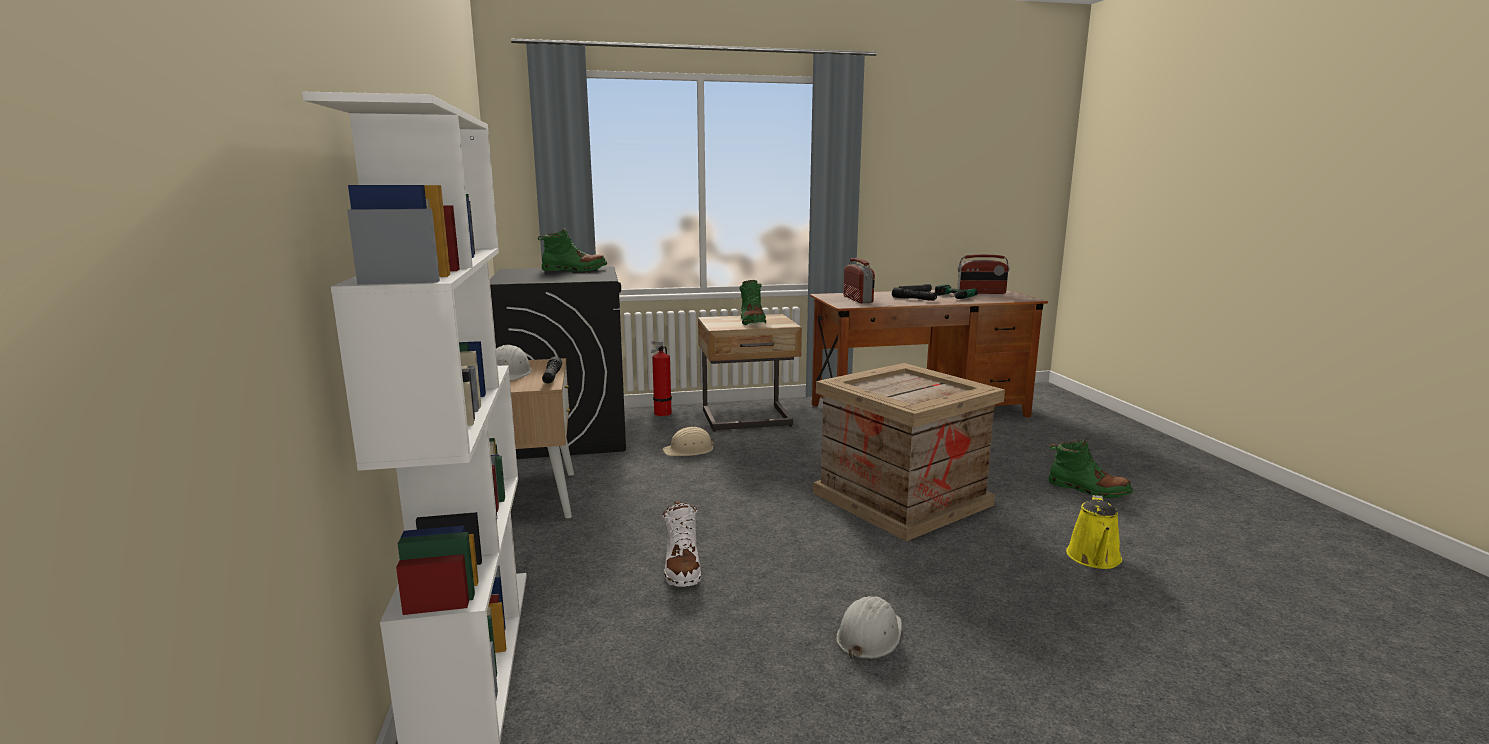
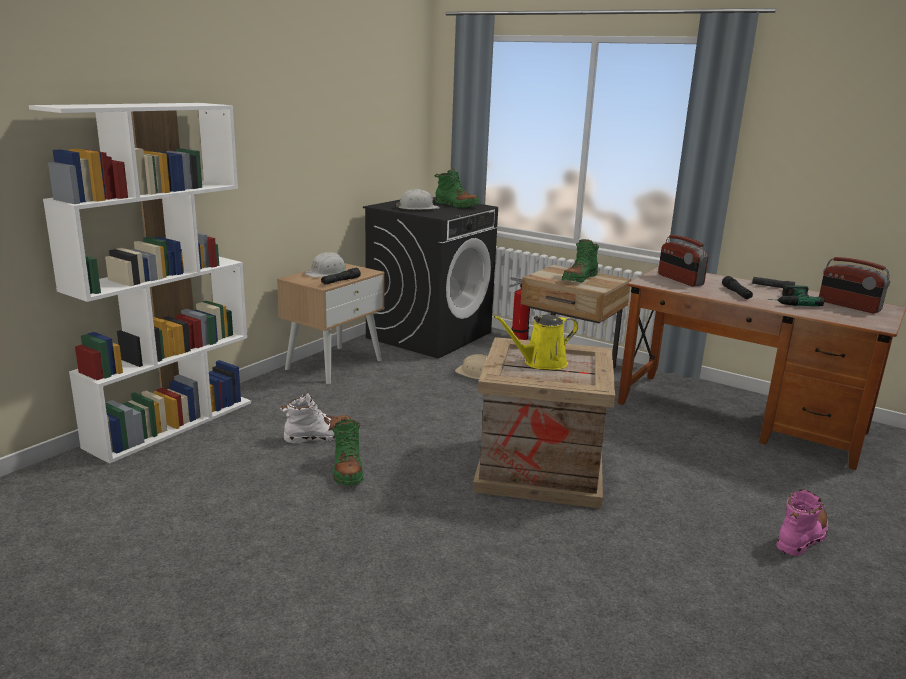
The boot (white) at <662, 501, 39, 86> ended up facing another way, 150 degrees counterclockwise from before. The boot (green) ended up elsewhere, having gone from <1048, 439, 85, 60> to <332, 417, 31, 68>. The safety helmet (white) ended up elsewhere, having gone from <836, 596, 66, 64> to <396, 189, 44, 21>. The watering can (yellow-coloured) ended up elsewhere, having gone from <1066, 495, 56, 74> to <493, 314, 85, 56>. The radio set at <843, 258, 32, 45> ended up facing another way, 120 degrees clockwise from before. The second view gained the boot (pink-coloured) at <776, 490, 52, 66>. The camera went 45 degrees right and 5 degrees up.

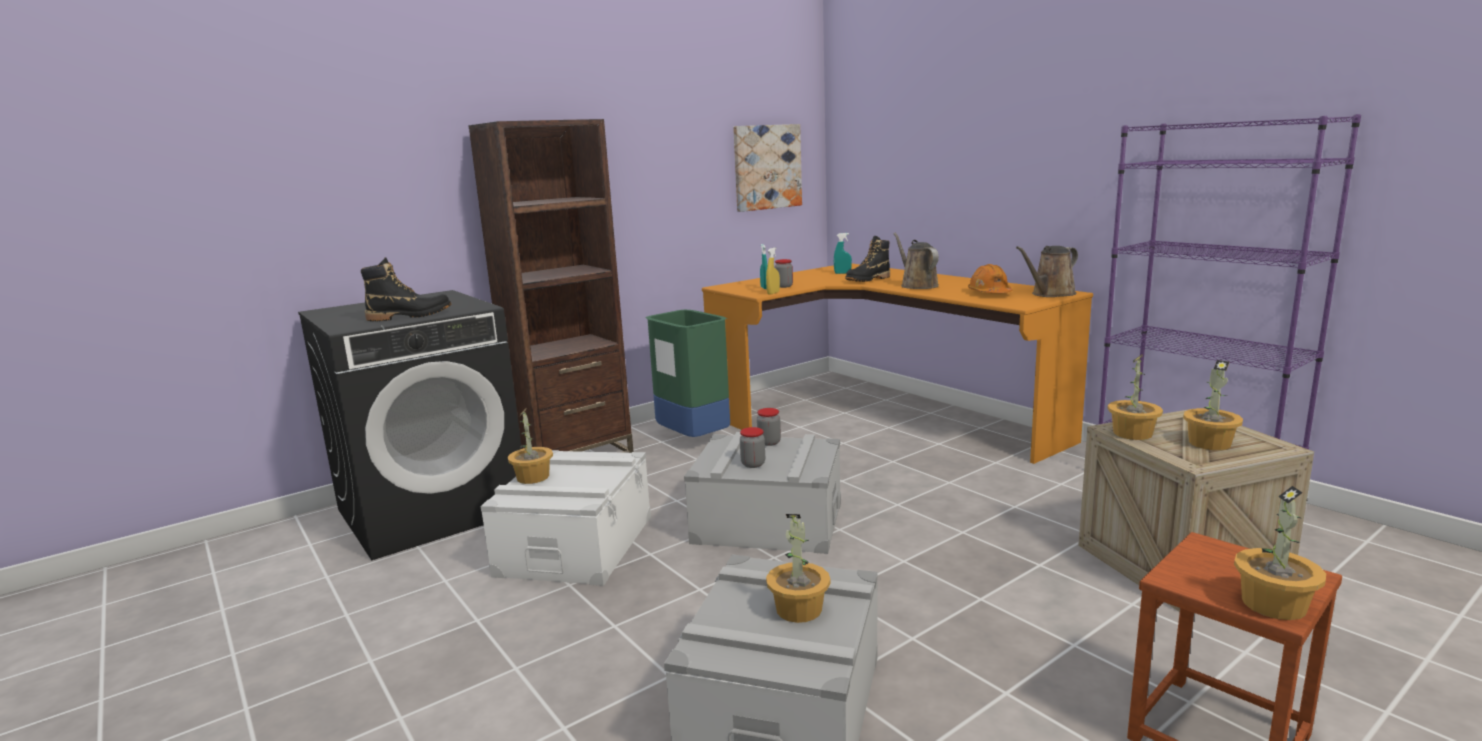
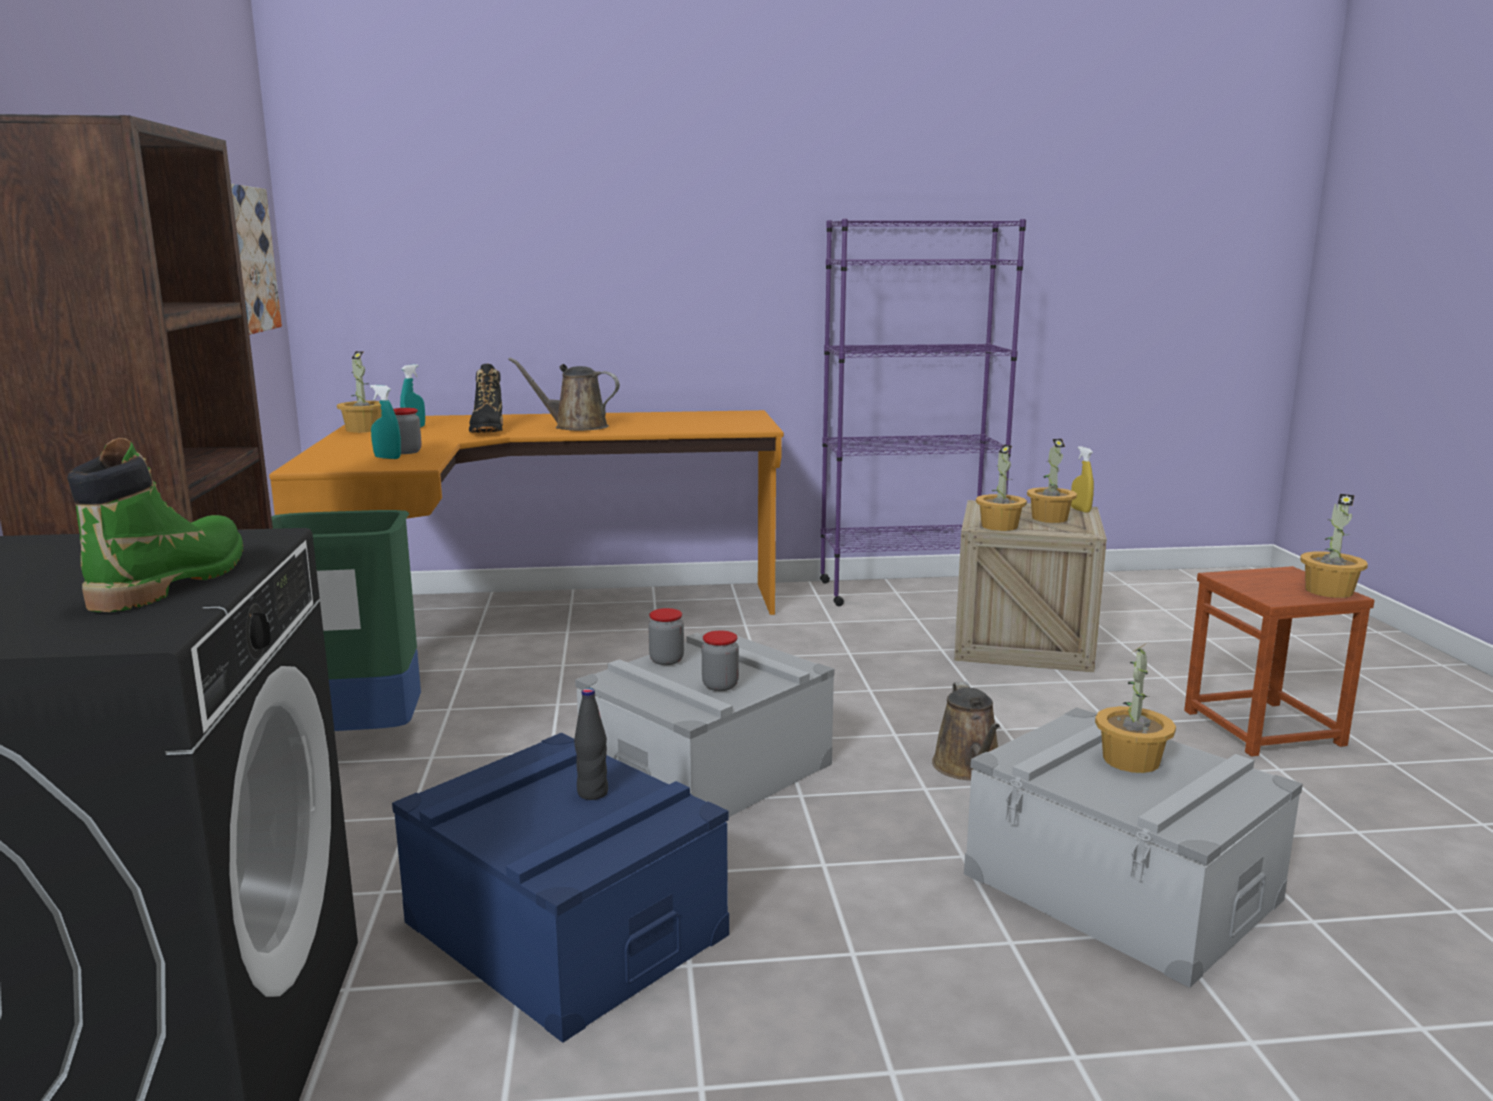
What was the boot (black) at <361, 257, 90, 64> turned into the boot (green) at <67, 438, 176, 174>. The houseplant ended up elsewhere, having gone from <508, 409, 45, 75> to <337, 351, 45, 82>. What was the storage container (white) at <480, 450, 171, 136> turned into the storage container (blue) at <392, 733, 337, 310>. The second view gained the beverage bottle (black) at <574, 688, 34, 112>. The watering can (brownish) ended up elsewhere, having gone from <1016, 246, 62, 51> to <932, 682, 68, 98>. The spray bottle (yellow-coloured) ended up elsewhere, having gone from <766, 247, 14, 48> to <1071, 446, 23, 67>. The second view lost the safety helmet (orange) at <968, 264, 45, 29>. The camera went 60 degrees left and 0 degrees up.

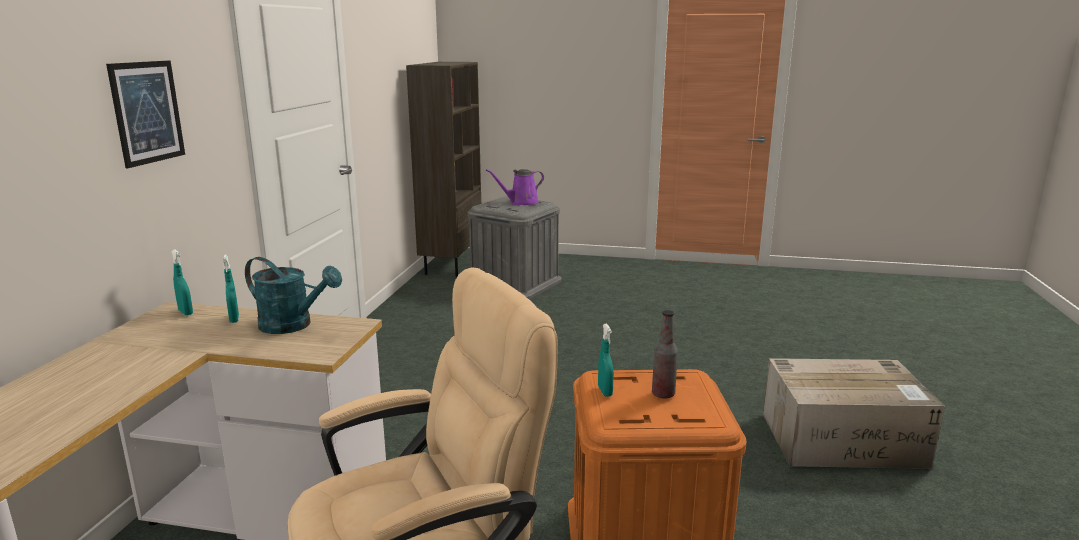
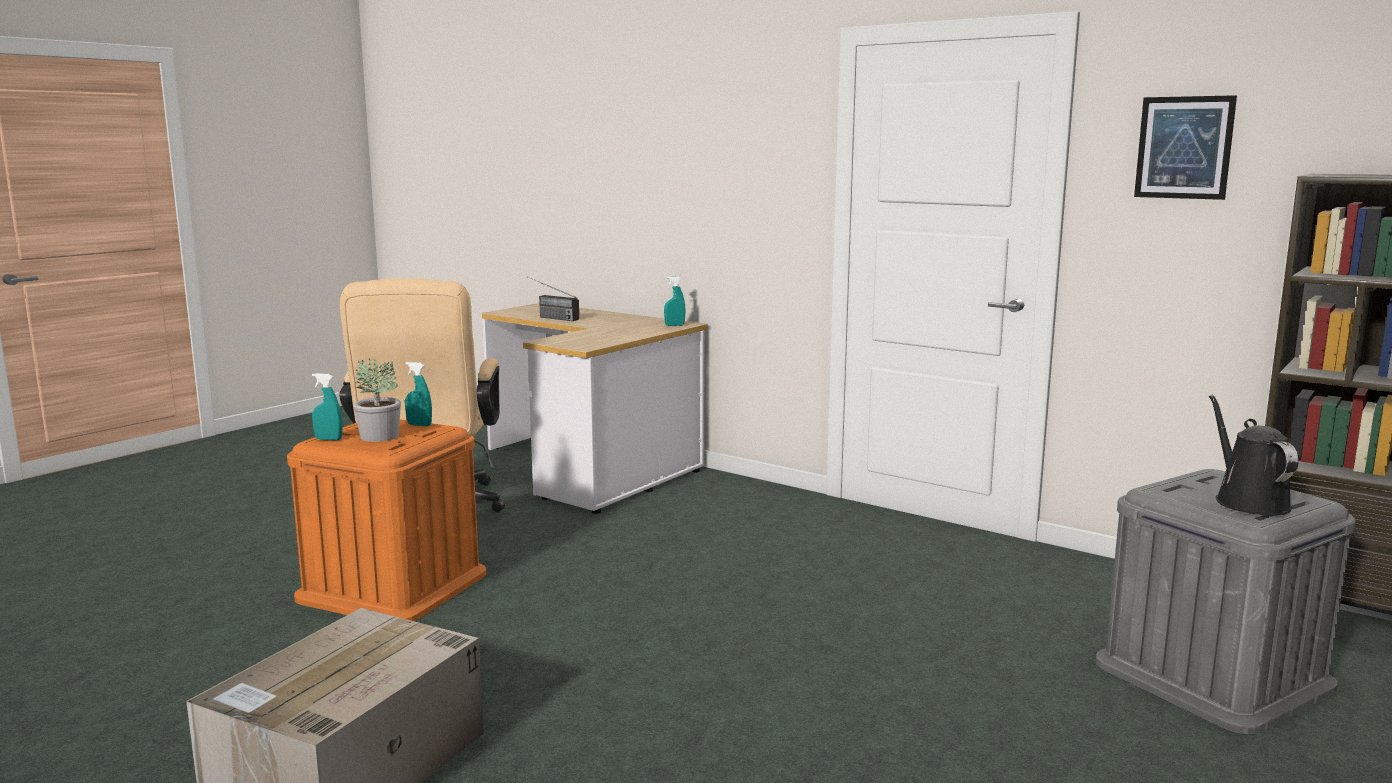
The spray bottle (turquoise-coloured) ended up elsewhere, having gone from <223, 255, 16, 68> to <312, 373, 31, 67>. Where the beverage bottle stood at <652, 310, 26, 89>, the houseplant came to stand at <353, 358, 48, 84>. The second view gained the radio set at <527, 276, 52, 45>. The wall picture ended up elsewhere, having gone from <106, 60, 79, 108> to <1134, 95, 103, 105>. What was the watering can (purple-coloured) at <486, 169, 58, 36> turned into the watering can (black) at <1209, 395, 89, 121>. The second view lost the watering can (turquoise-coloured) at <245, 257, 97, 77>. The camera went 115 degrees right and 5 degrees down.

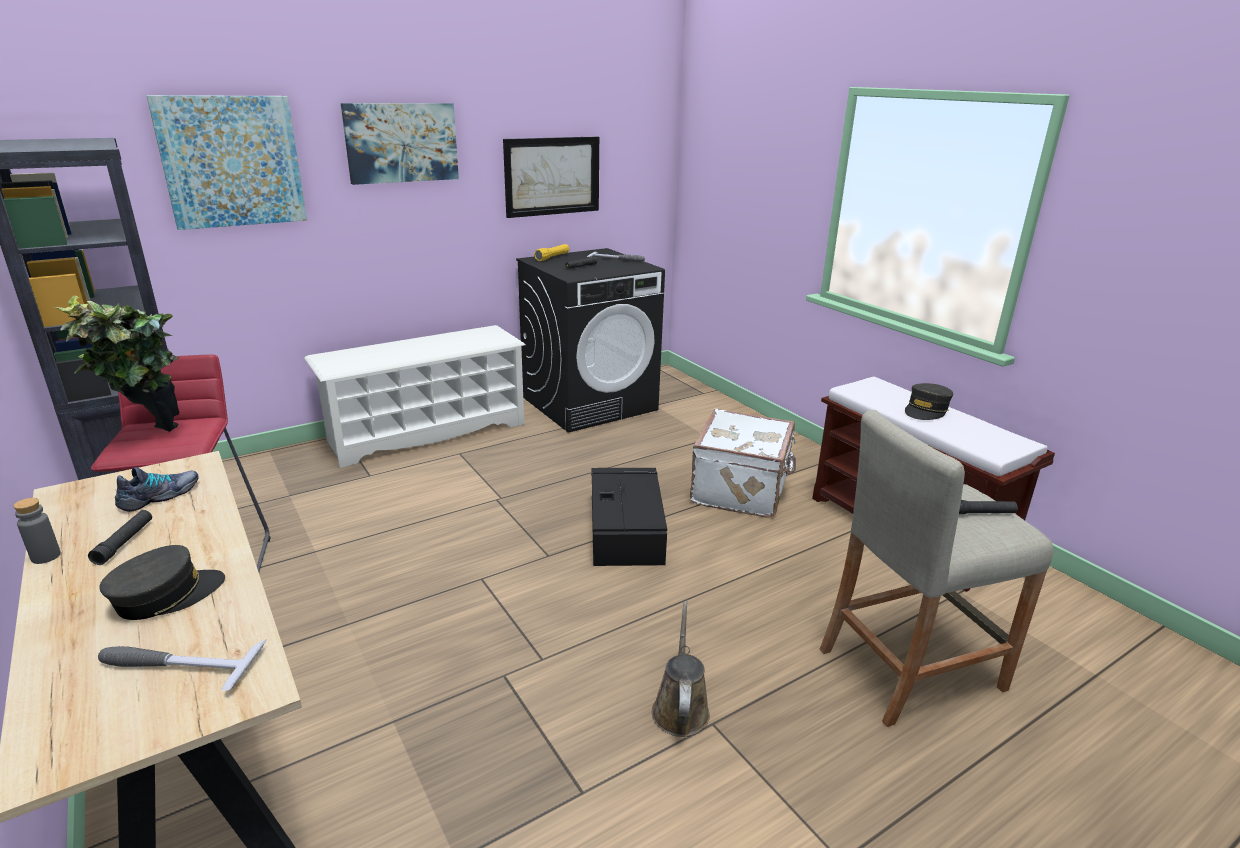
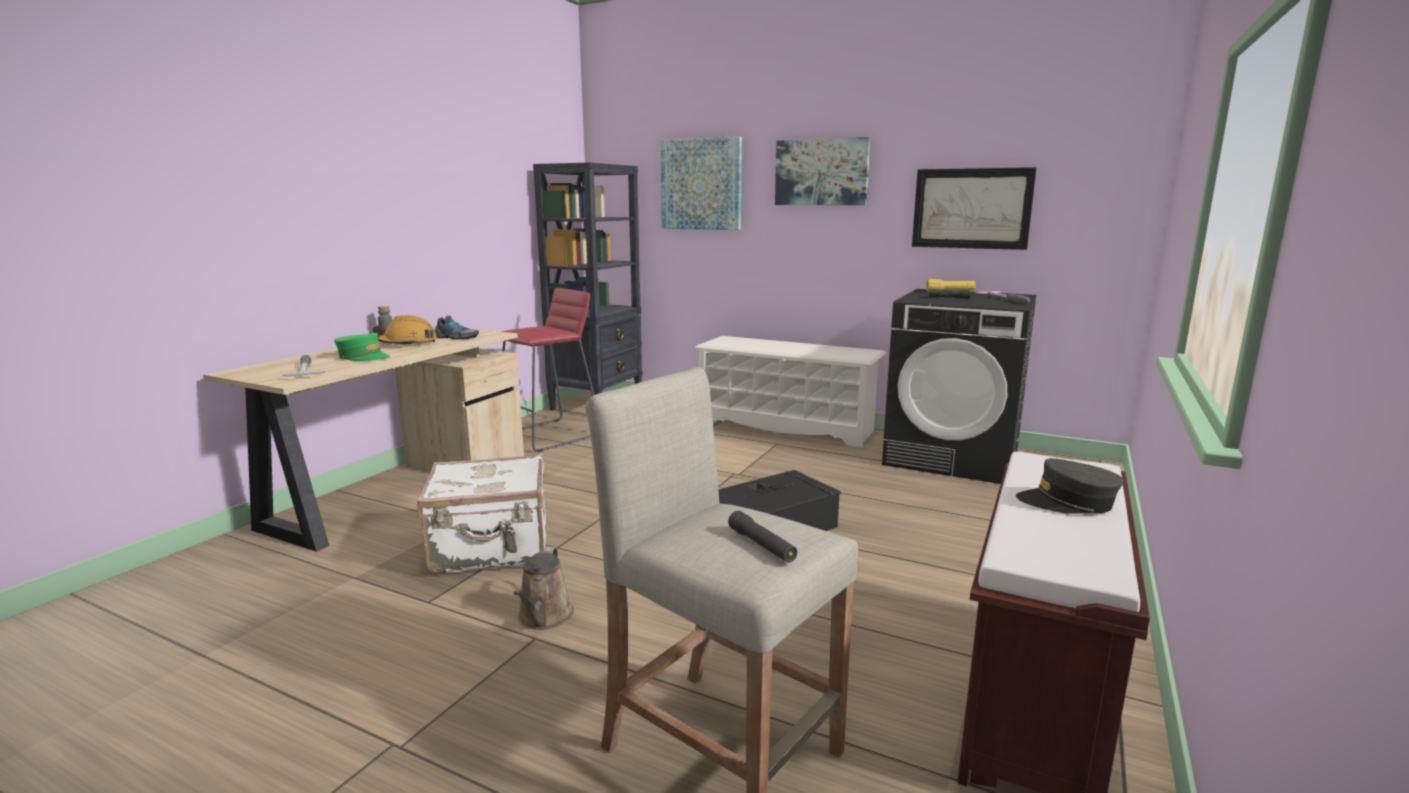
What was the cap (grey) at <99, 545, 126, 75> turned into the cap (green) at <334, 333, 56, 28>. Where the flashlight (black) stood at <88, 510, 64, 55>, the safety helmet (orange) came to stand at <372, 315, 65, 30>. The piece of luggage (white) ended up elsewhere, having gone from <690, 409, 106, 109> to <417, 454, 129, 121>. The watering can (brownish) at <652, 601, 58, 136> ended up facing another way, 120 degrees clockwise from before. The second view lost the houseplant at <54, 296, 125, 136>. The camera went 60 degrees right and 10 degrees down.

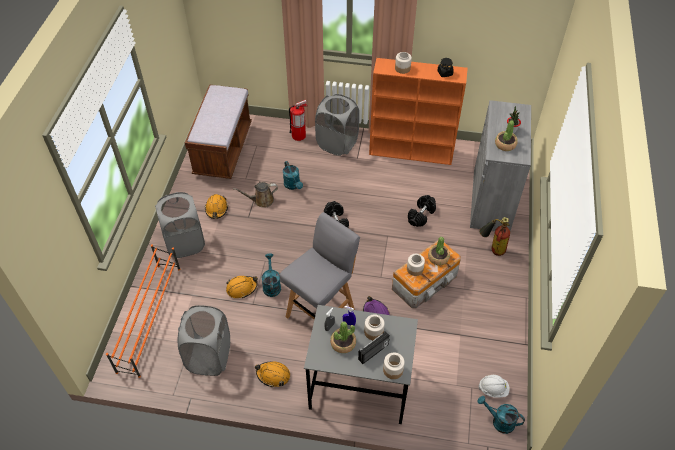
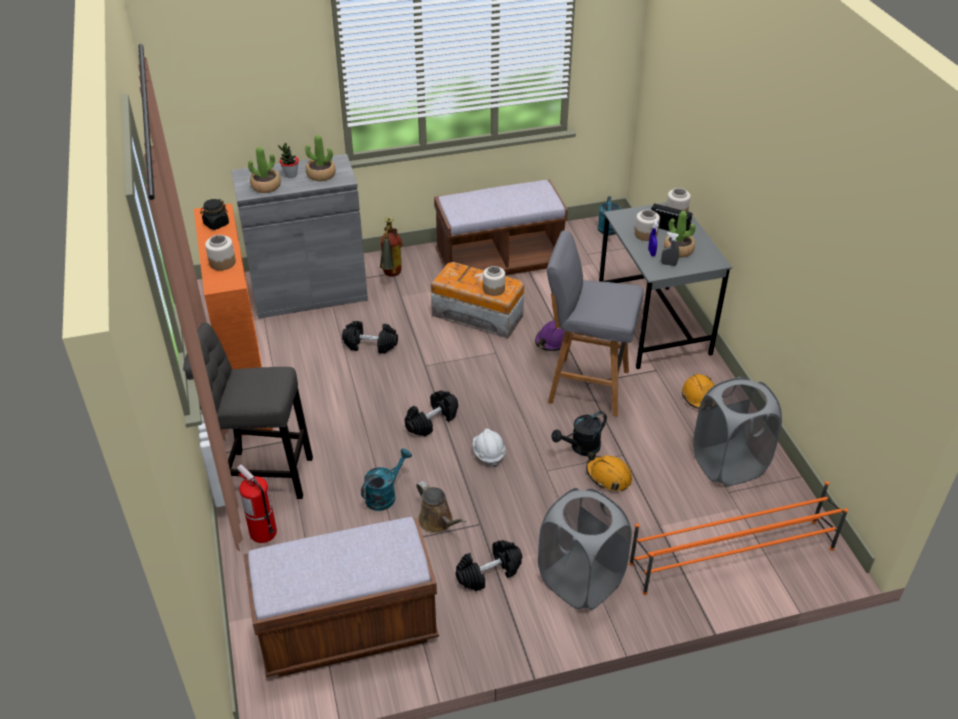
Where the washing basket (grey) stood at <315, 94, 44, 62>, the stool seat (grey) came to stand at <183, 322, 130, 177>. The houseplant ended up elsewhere, having gone from <428, 237, 22, 28> to <248, 147, 33, 46>. The second view gained the long seat (brownish) at <434, 179, 134, 96>. Where the safety helmet (orange) stood at <205, 194, 23, 25>, the hand weight (black) came to stand at <455, 540, 67, 51>. The safety helmet (white) ended up elsewhere, having gone from <479, 375, 31, 22> to <473, 428, 32, 39>. What was the watering can (turquoise-coloured) at <262, 254, 19, 43> turned into the watering can (black) at <551, 411, 56, 45>. The camera went 115 degrees left and 10 degrees down.

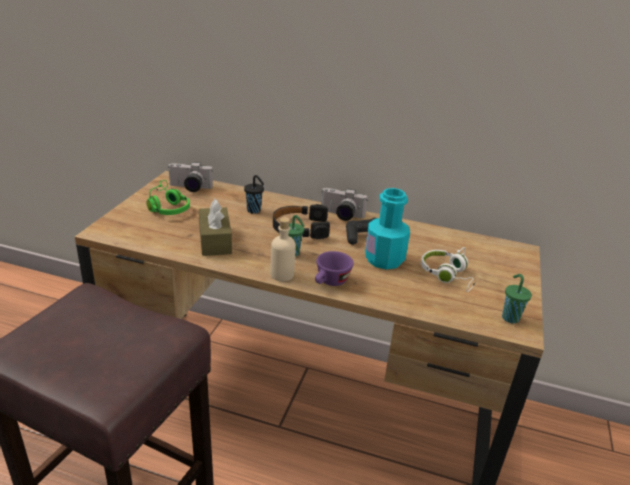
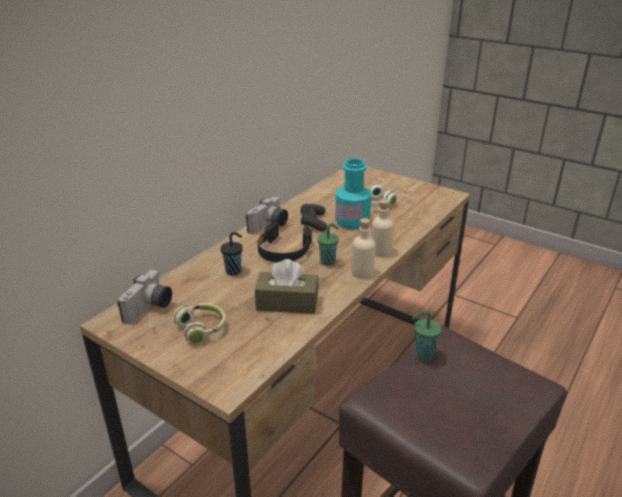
What was the headset (green) at <146, 180, 44, 35> turned into the headset (sand-coloured) at <147, 303, 79, 41>. Where the small cup (purple-coloured) stood at <315, 251, 39, 35>, the beverage bottle (sand-coloured) came to stand at <371, 199, 22, 58>. The small cup (green) ended up elsewhere, having gone from <502, 274, 30, 49> to <412, 311, 30, 50>. The camera went 70 degrees left and 0 degrees up.

